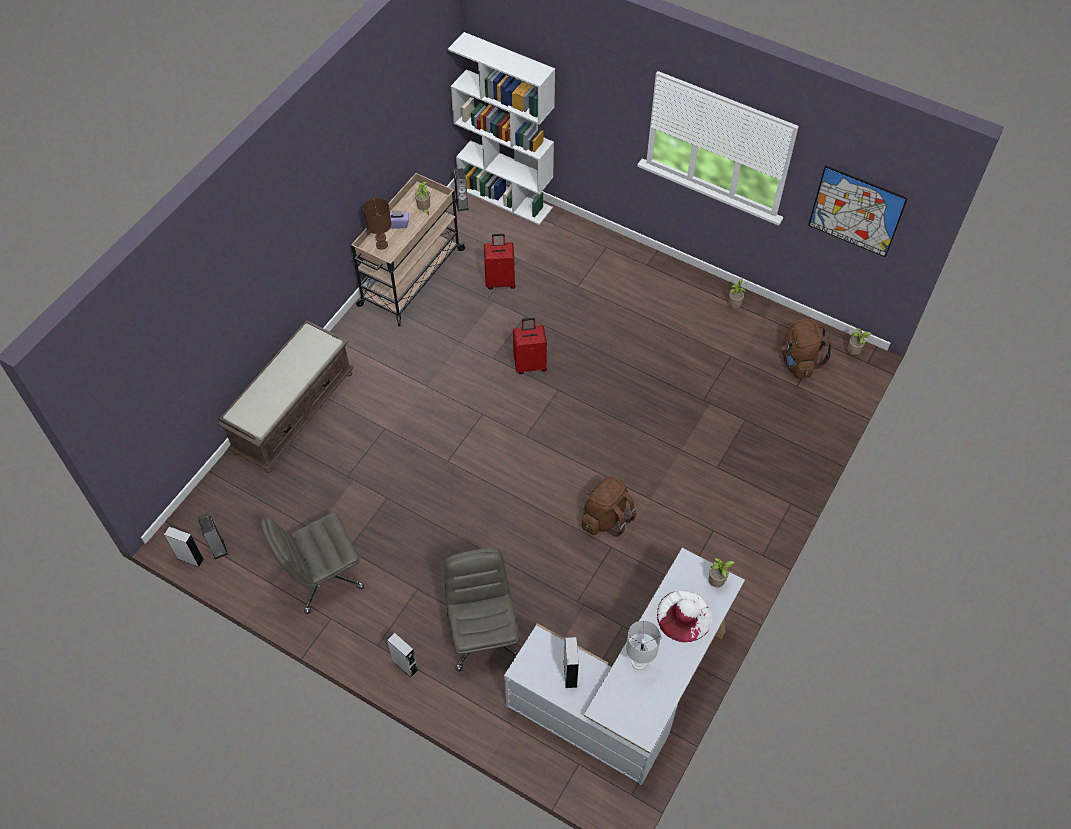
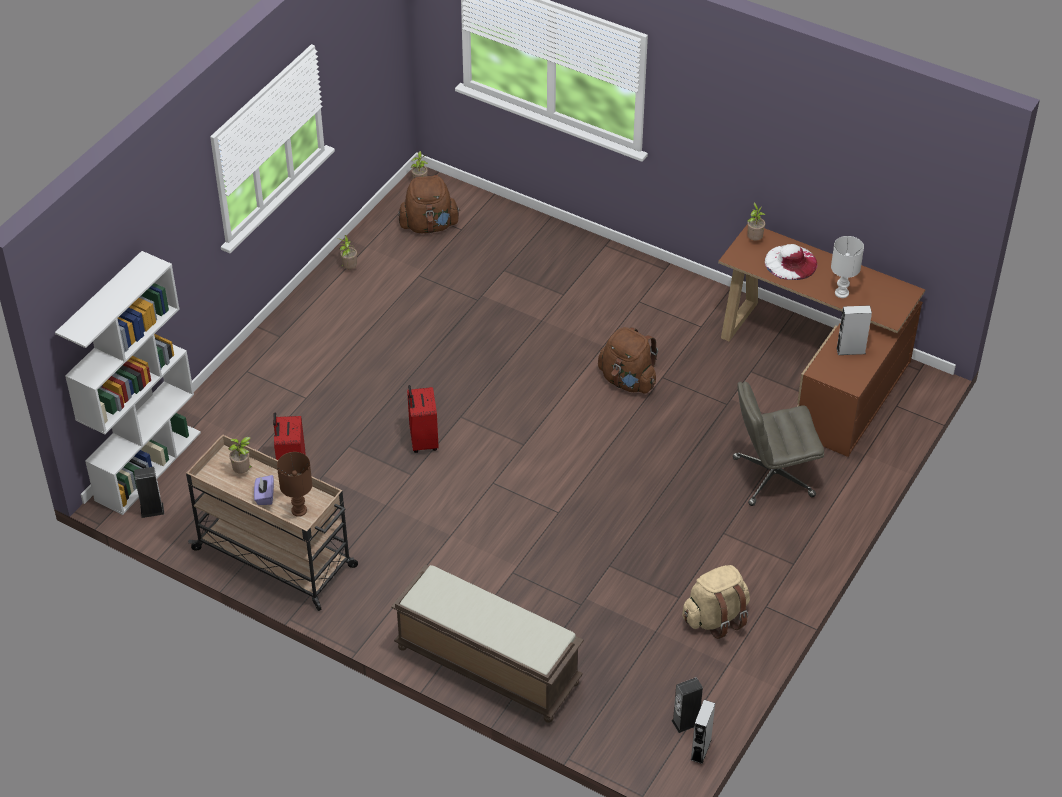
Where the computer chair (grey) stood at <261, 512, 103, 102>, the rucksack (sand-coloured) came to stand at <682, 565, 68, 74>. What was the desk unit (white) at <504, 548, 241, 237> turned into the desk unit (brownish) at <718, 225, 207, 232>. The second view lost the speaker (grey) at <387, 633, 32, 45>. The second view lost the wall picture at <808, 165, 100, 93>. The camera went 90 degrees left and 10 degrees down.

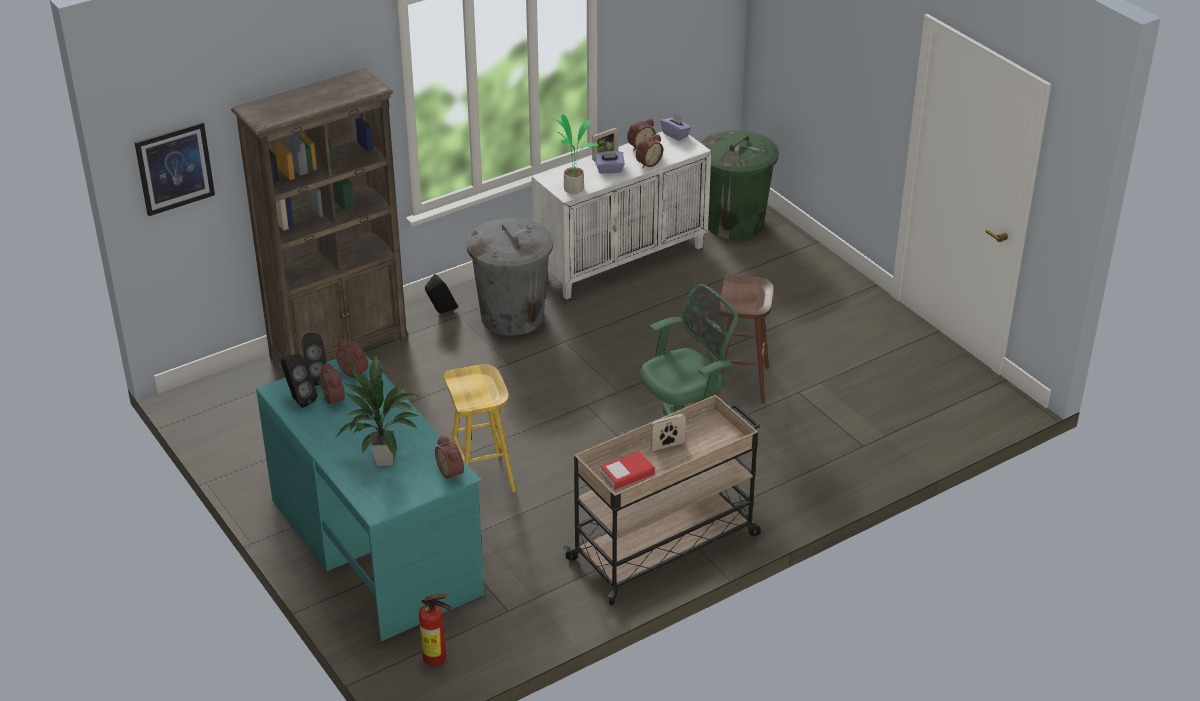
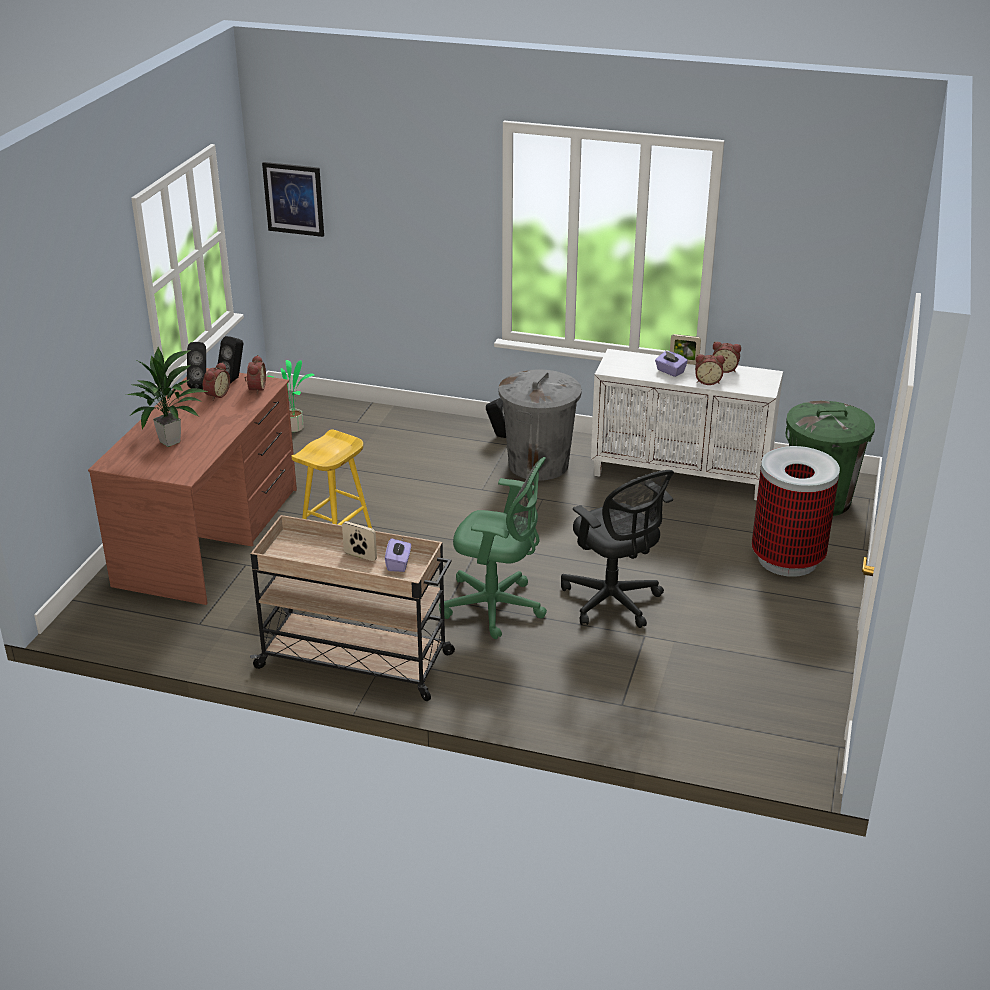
What was the desk unit (turquoise-coloured) at <256, 355, 228, 287> turned into the desk unit (brownish) at <88, 368, 209, 237>. The houseplant ended up elsewhere, having gone from <553, 114, 46, 80> to <267, 360, 47, 72>. The tissue box (purple-coloured) ended up elsewhere, having gone from <661, 113, 30, 28> to <385, 538, 26, 34>. Where the stool seat (brownish) stood at <715, 275, 59, 128>, the computer chair (black) came to stand at <561, 470, 113, 158>. The second view gained the rubbish bin at <752, 446, 88, 131>. The second view lost the bookcase (brownish) at <231, 68, 177, 295>. The second view lost the extinguisher at <419, 593, 33, 73>. The second view lost the alarm clock at <435, 435, 29, 46>. The second view lost the volume at <600, 451, 55, 39>. The camera went 50 degrees right and 5 degrees down.

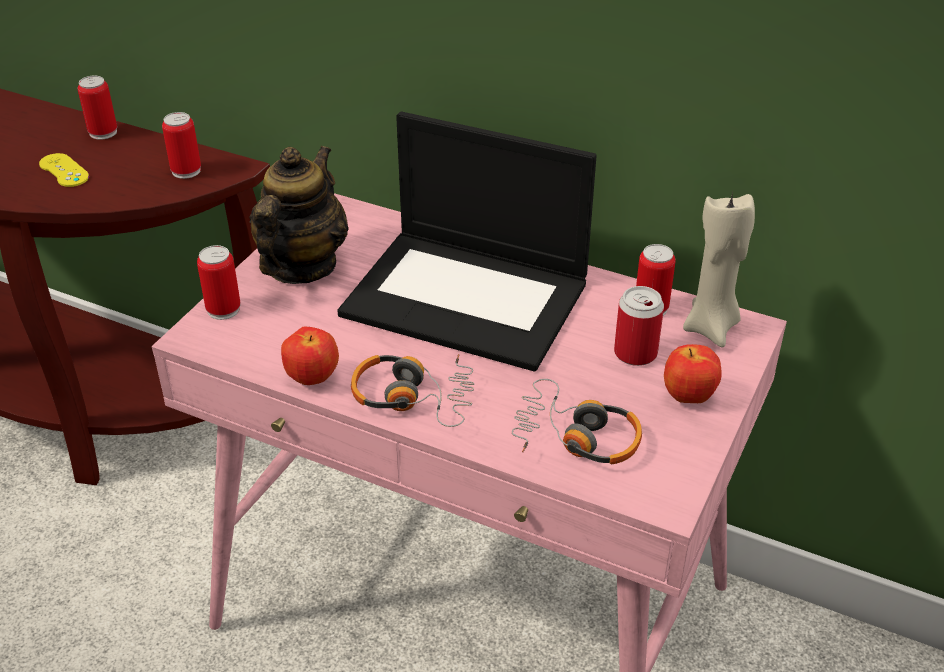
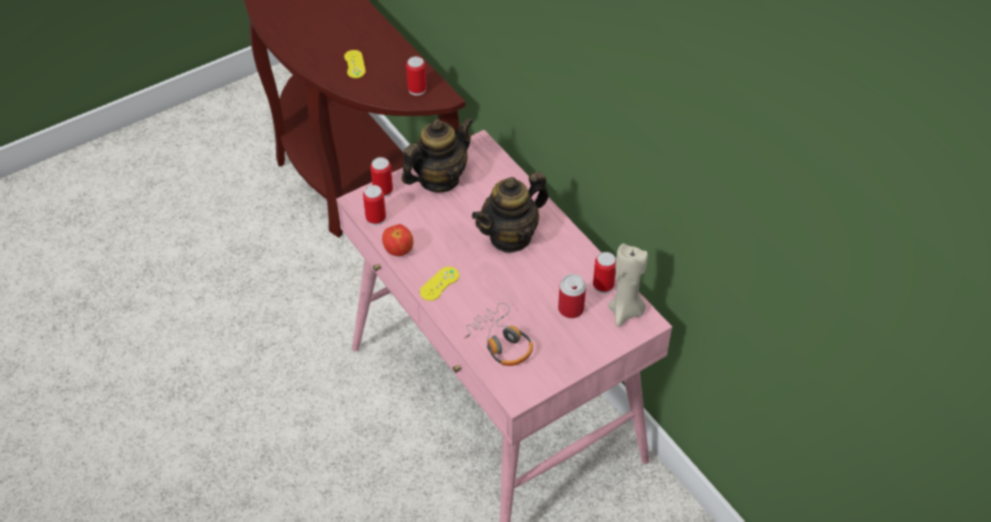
The can ended up elsewhere, having gone from <78, 76, 39, 64> to <363, 185, 23, 41>. Where the headset stood at <351, 354, 123, 73>, the gamepad (yellow-coloured) came to stand at <420, 267, 39, 34>. Where the portable computer stood at <337, 112, 259, 260>, the pot for tea came to stand at <472, 171, 77, 82>. The second view lost the apple fruit at <664, 344, 58, 59>. The camera went 30 degrees right and 10 degrees up.

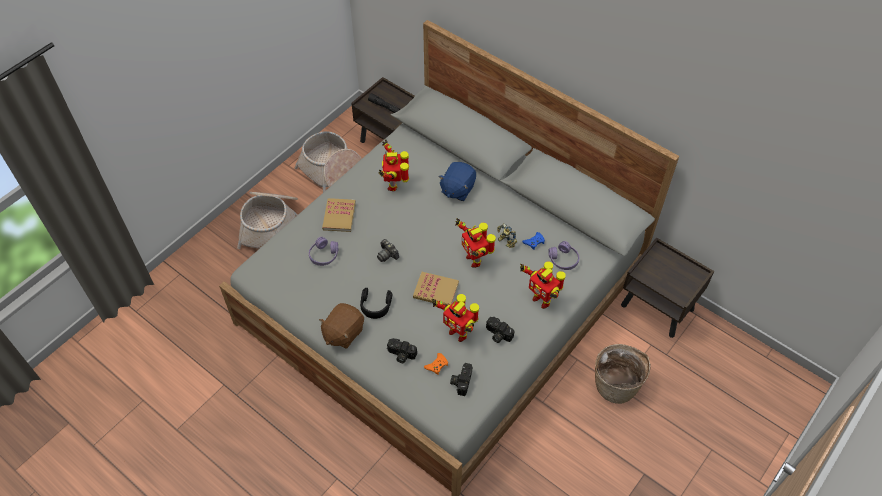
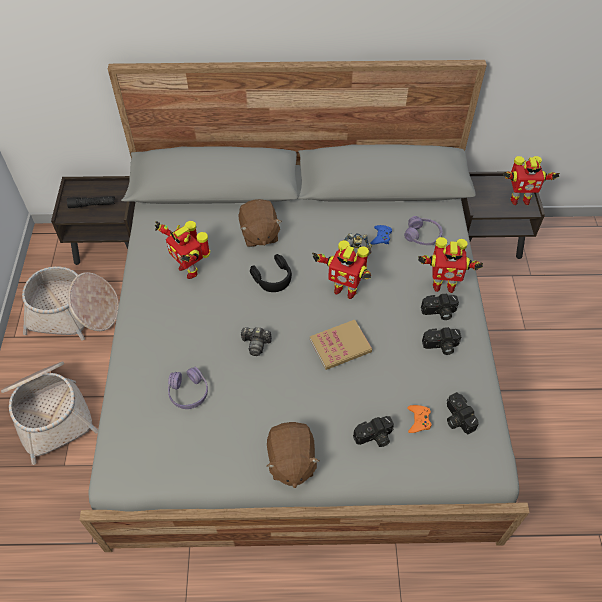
What was the cuddly toy (blue) at <438, 162, 38, 39> turned into the cuddly toy (brownish) at <239, 199, 43, 48>. The headset (black) ended up elsewhere, having gone from <360, 288, 32, 31> to <250, 254, 42, 38>. The second view gained the photo camera at <421, 294, 38, 26>. The toy robot ended up elsewhere, having gone from <432, 294, 47, 48> to <503, 156, 57, 49>. The second view lost the volume at <322, 198, 34, 34>. The second view lost the basket at <595, 344, 56, 60>. The camera went 40 degrees left and 0 degrees up.

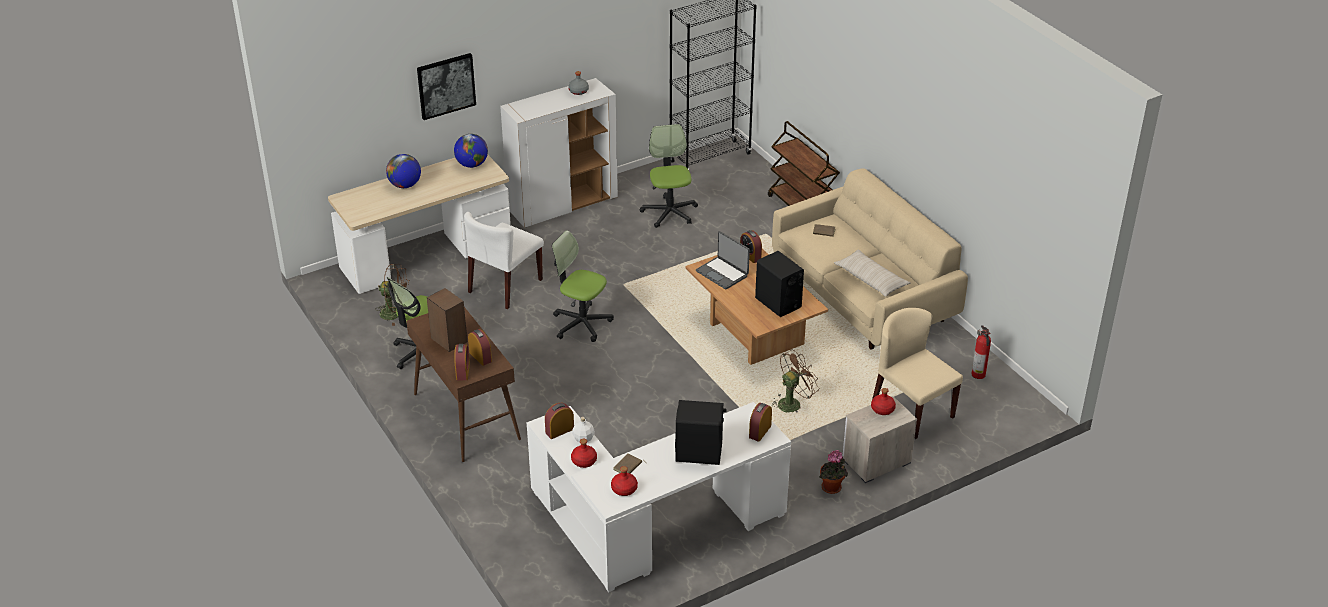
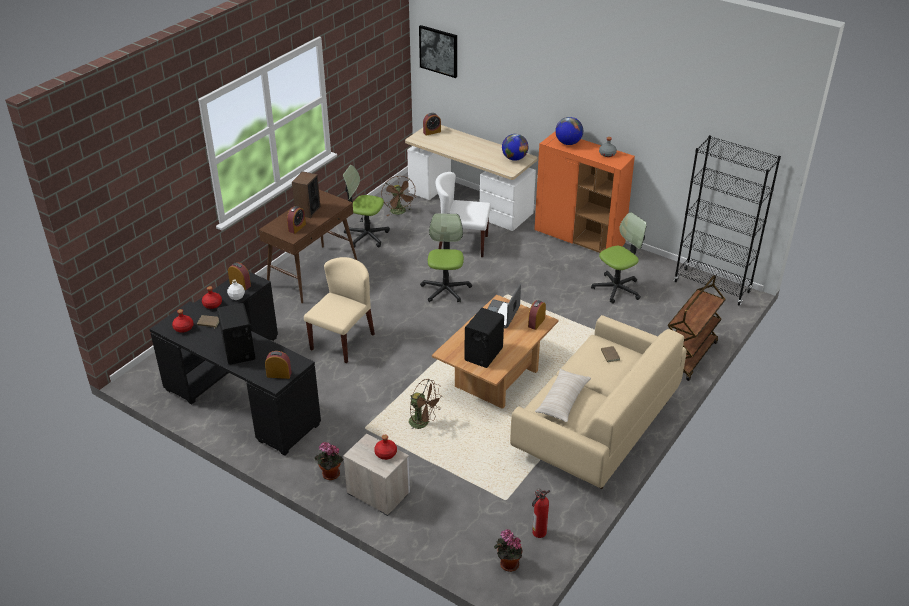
What was the desk unit (white) at <527, 402, 264, 190> turned into the desk unit (black) at <150, 271, 171, 185>. The plain chair (sand-coloured) ended up elsewhere, having gone from <872, 308, 91, 131> to <304, 257, 71, 106>. The wall picture ended up elsewhere, having gone from <417, 53, 59, 67> to <419, 25, 38, 53>. The alarm clock ended up elsewhere, having gone from <454, 344, 16, 36> to <423, 113, 18, 23>. The second view gained the houseplant at <494, 529, 29, 43>. What was the storage cabinet (white) at <500, 78, 118, 150> turned into the storage cabinet (orange) at <534, 132, 101, 121>. The world globe ended up elsewhere, having gone from <386, 154, 35, 34> to <555, 117, 28, 28>. The camera went 65 degrees right and 0 degrees up.

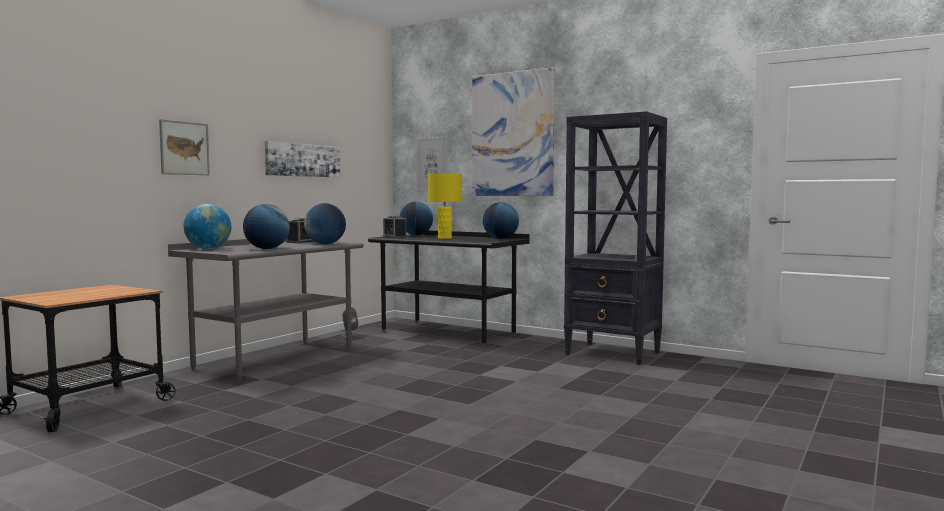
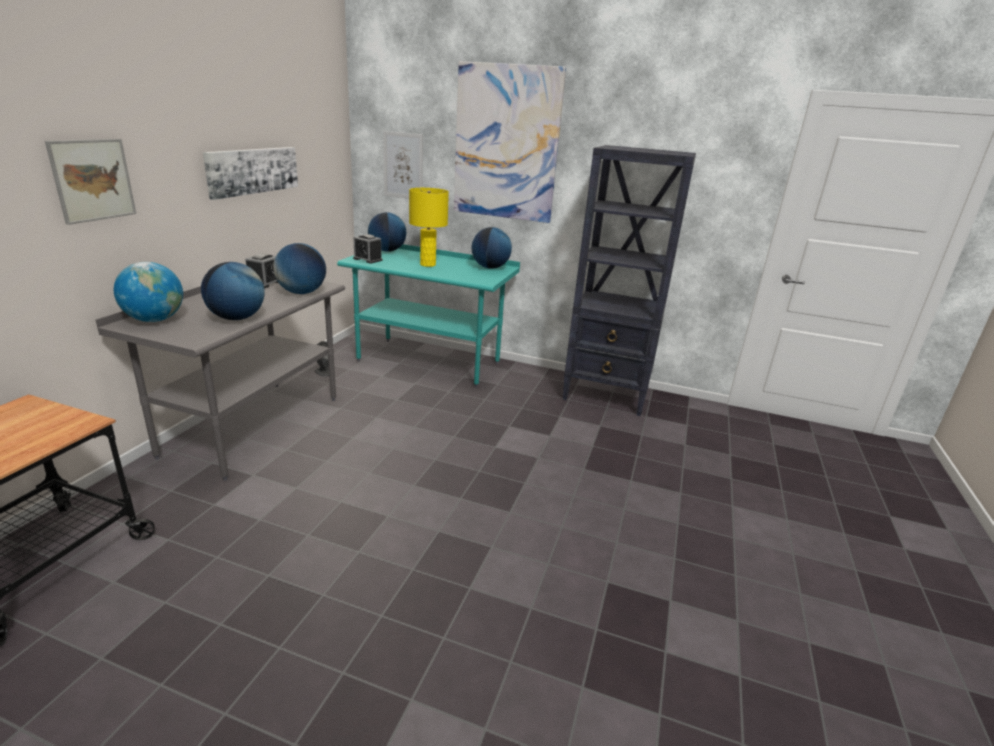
What was the desk unit (black) at <368, 230, 161, 117> turned into the desk unit (turquoise-coloured) at <337, 244, 183, 144>. The camera went 15 degrees left and 20 degrees up.

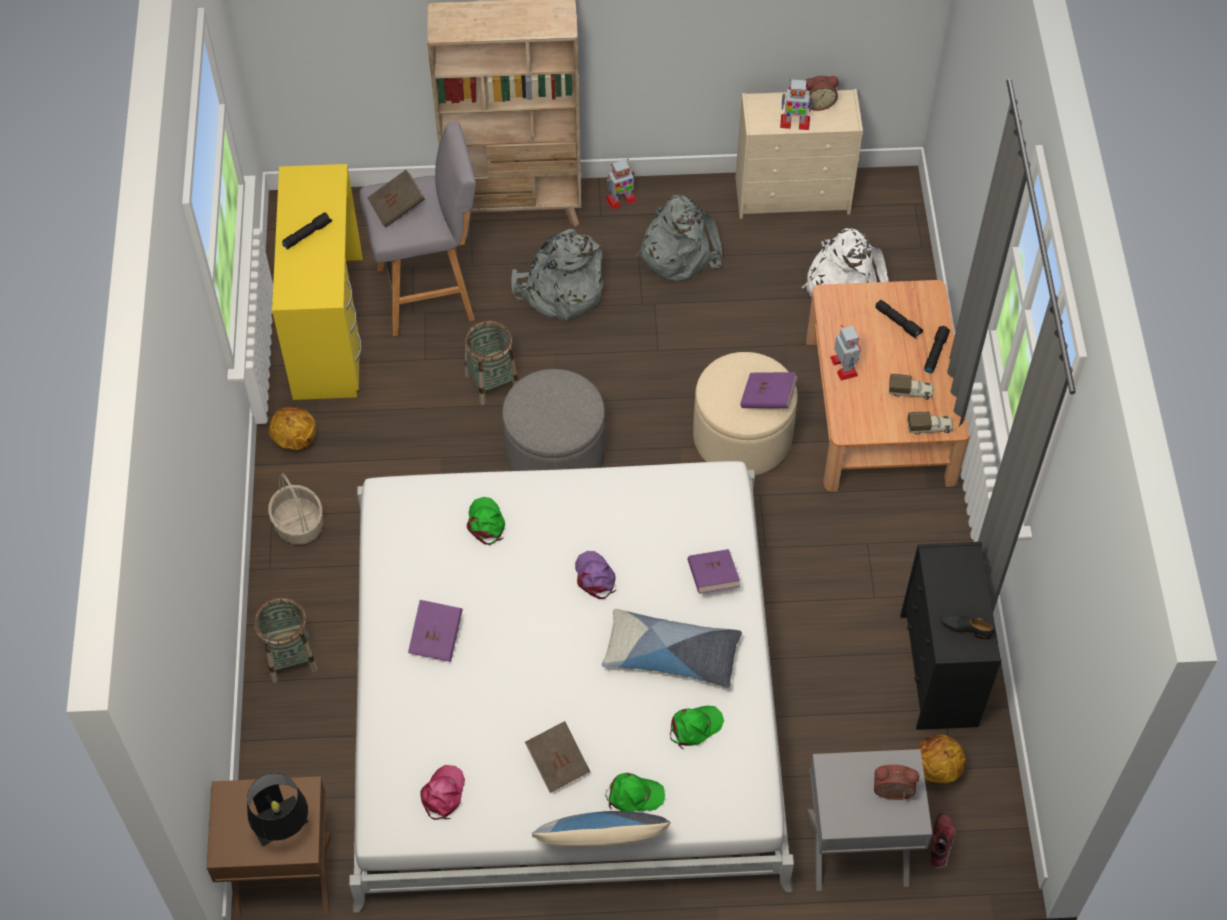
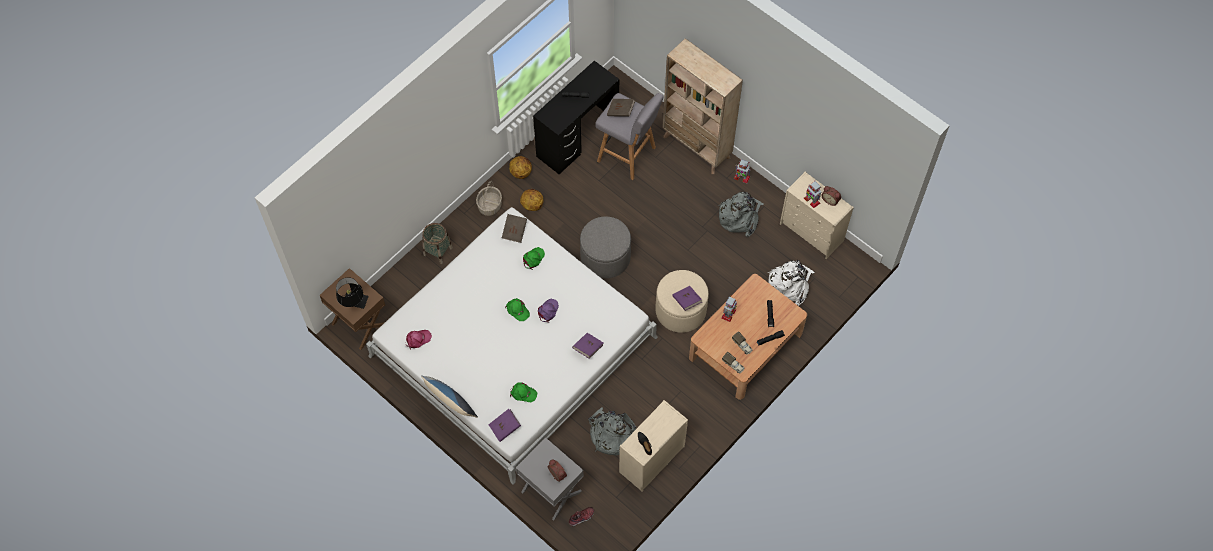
The volume (purple-coloured) ended up elsewhere, having gone from <408, 600, 55, 62> to <488, 409, 33, 33>. The volume (brownish) ended up elsewhere, having gone from <525, 721, 65, 72> to <502, 214, 25, 29>. The cap (green) ended up elsewhere, having gone from <605, 773, 60, 39> to <505, 298, 25, 23>. The basketball ball ended up elsewhere, having gone from <917, 734, 49, 50> to <520, 189, 24, 22>. What was the desk unit (yellow-coloured) at <272, 164, 91, 236> turned into the desk unit (black) at <533, 61, 86, 114>. The rucksack (grey) ended up elsewhere, having gone from <511, 229, 92, 92> to <588, 407, 49, 49>. What was the chest of drawers (black) at <900, 542, 102, 188> turned into the chest of drawers (sand-coloured) at <619, 400, 69, 92>. The second view lost the basket at <465, 320, 53, 85>. The second view lost the cushion at <602, 609, 140, 80>. The camera went 45 degrees right and 5 degrees up.

